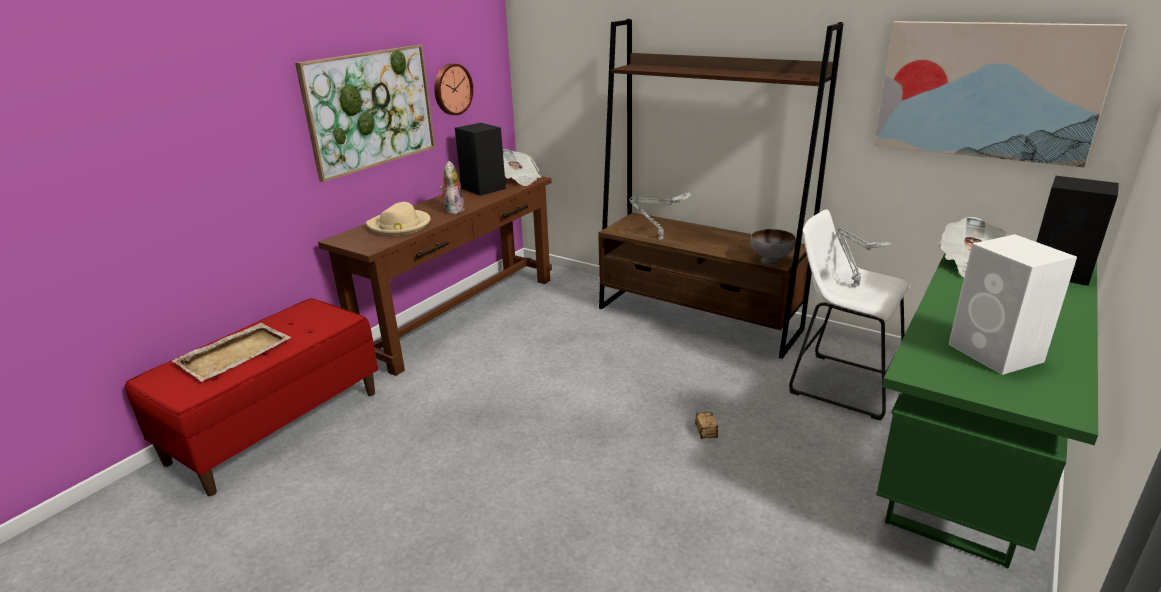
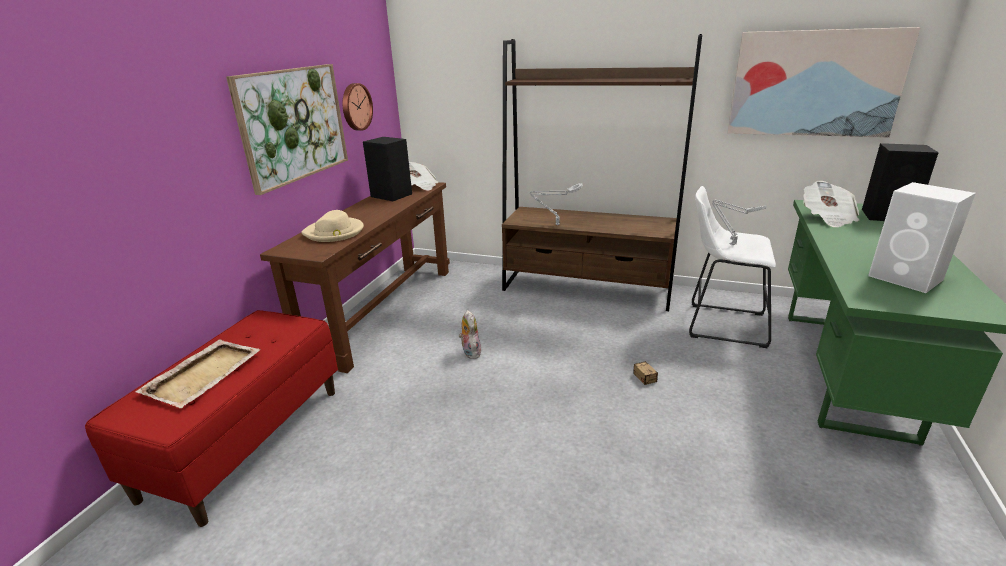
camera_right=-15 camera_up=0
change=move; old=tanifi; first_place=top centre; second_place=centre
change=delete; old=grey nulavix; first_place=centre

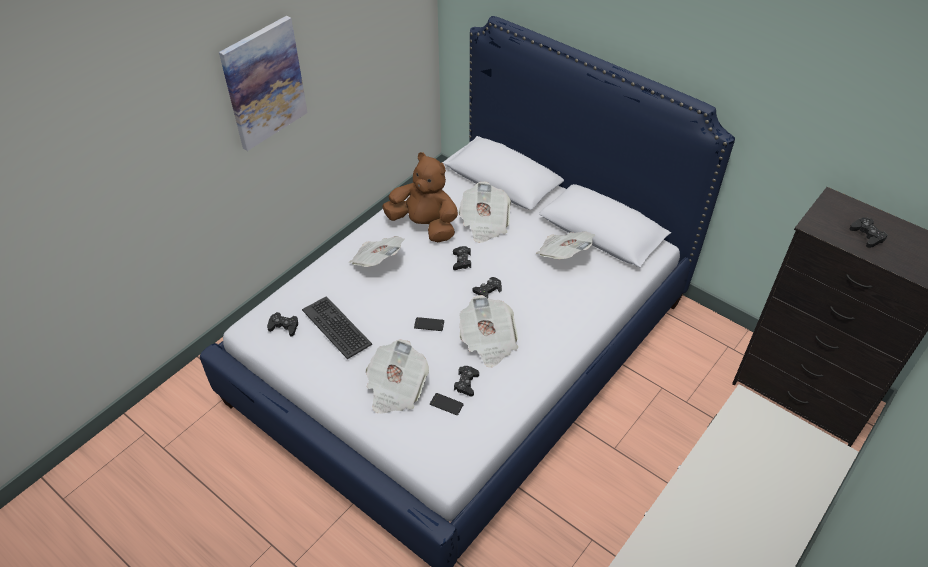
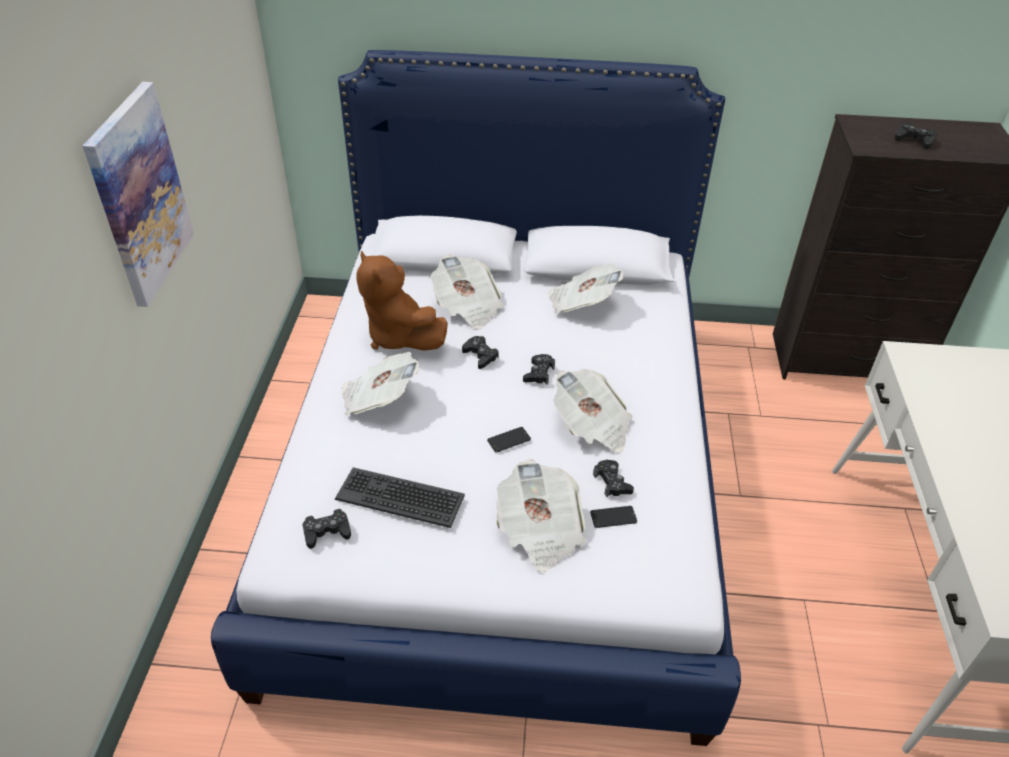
camera_right=-35 camera_up=-5
change=rotate; old=brown tanifi; first_place=centre; second_place=centre; degrees=-120

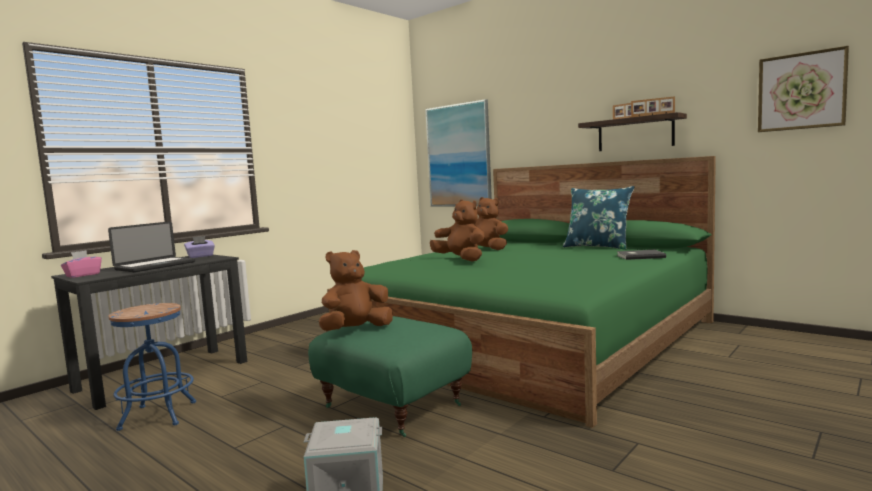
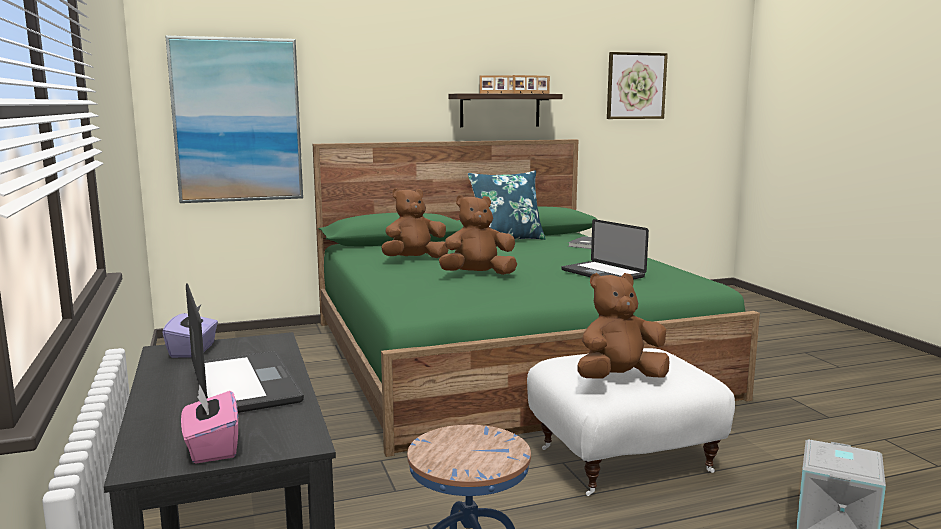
camera_right=-60 camera_up=5
change=rotate; old=brown tanifi (1st from left in the first image); first_place=centre; second_place=centre; degrees=75
change=recolor; old=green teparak; new=white teparak; first_place=bottom centre; second_place=bottom right
change=insert; new=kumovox (2nd from left); second_place=centre

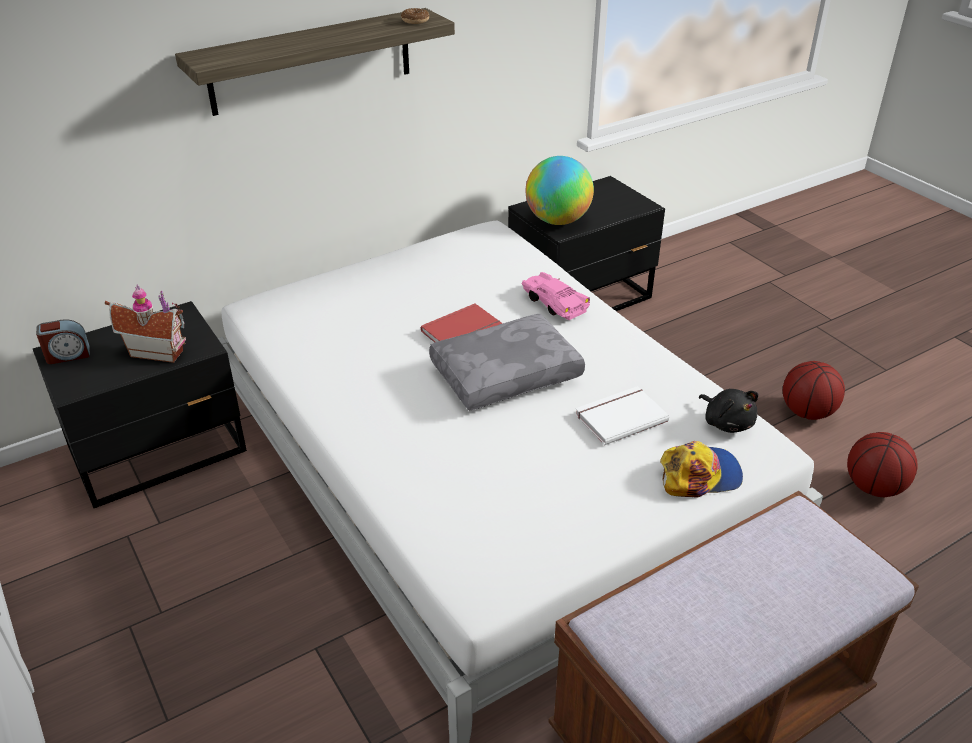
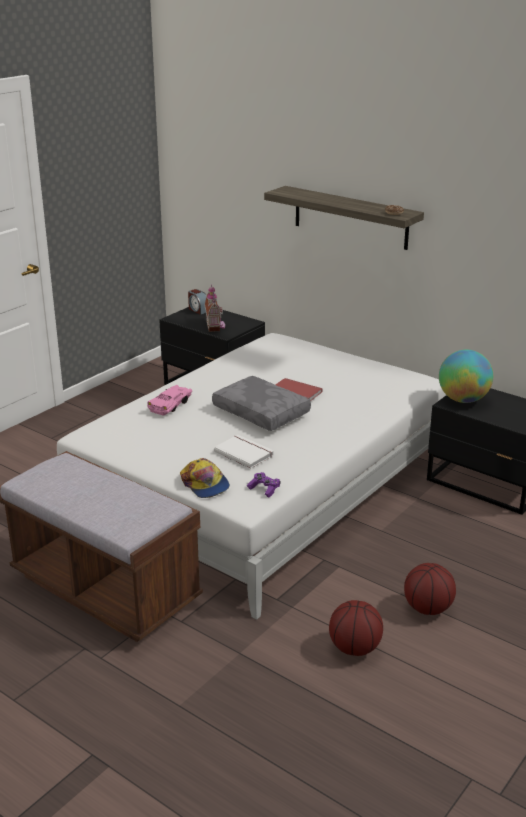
camera_right=70 camera_up=-10
change=move; old=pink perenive; first_place=centre; second_place=middle left
change=replace; old=black tanifi; new=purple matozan; first_place=middle right; second_place=centre

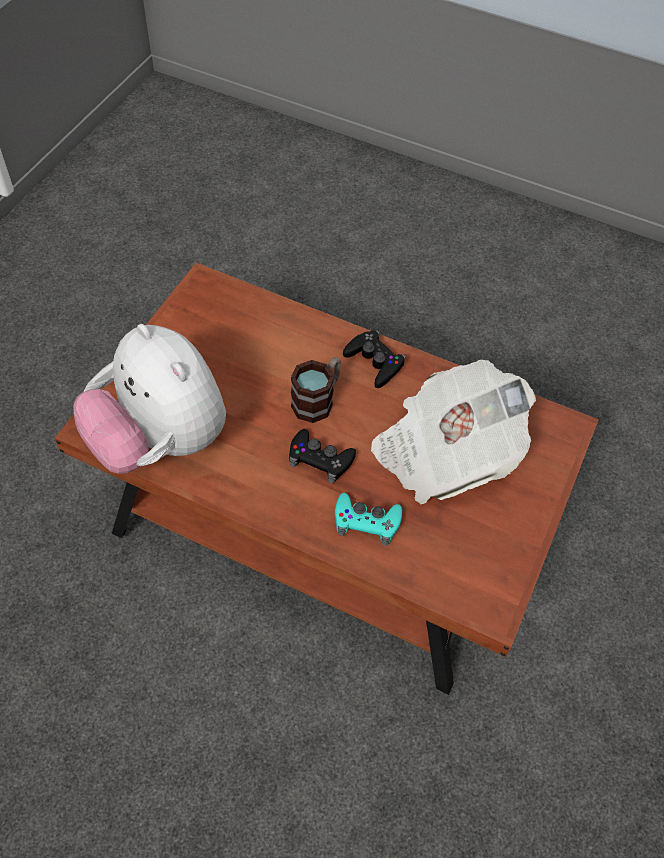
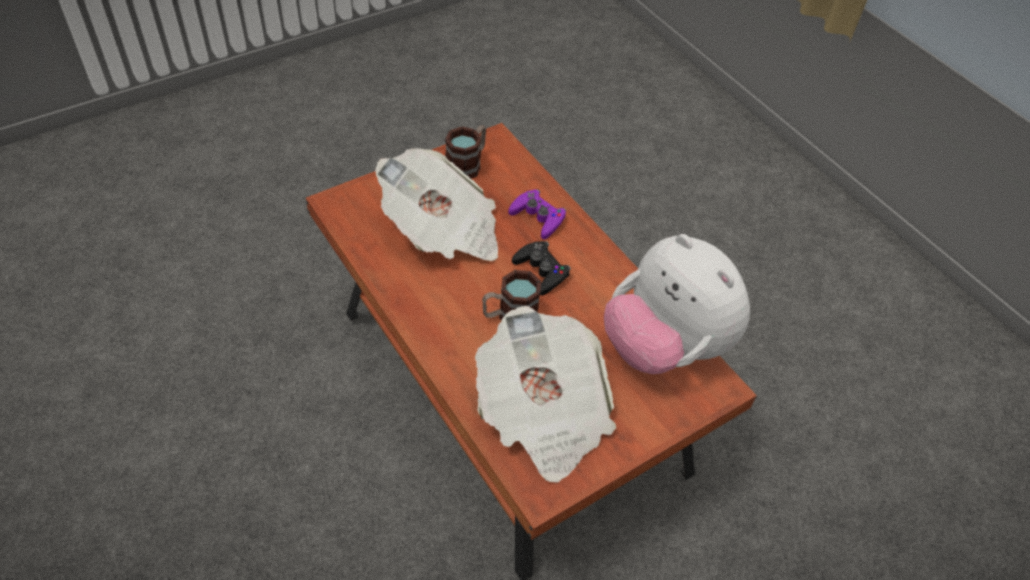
camera_right=-150 camera_up=-5
change=rotate; old=tanifi; first_place=middle left; second_place=centre; degrees=150
change=delete; old=black matozan (2nd from left); first_place=centre
change=recolor; old=turquoise matozan; new=purple matozan; first_place=centre; second_place=centre
change=insert; new=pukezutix (1st from left); second_place=top centre
change=insert; new=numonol (2nd from left); second_place=bottom centre

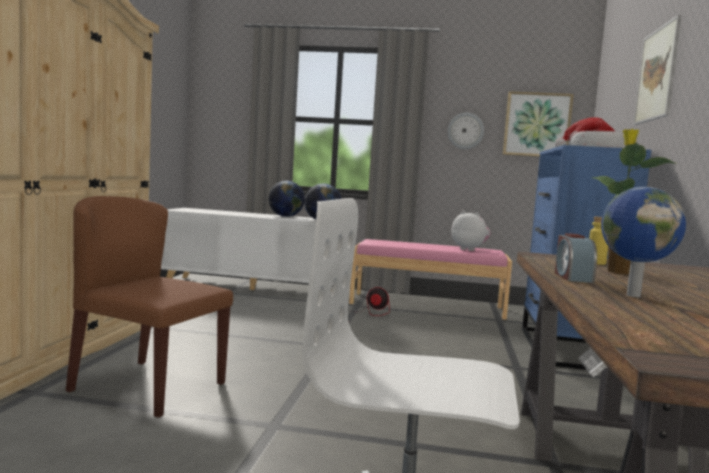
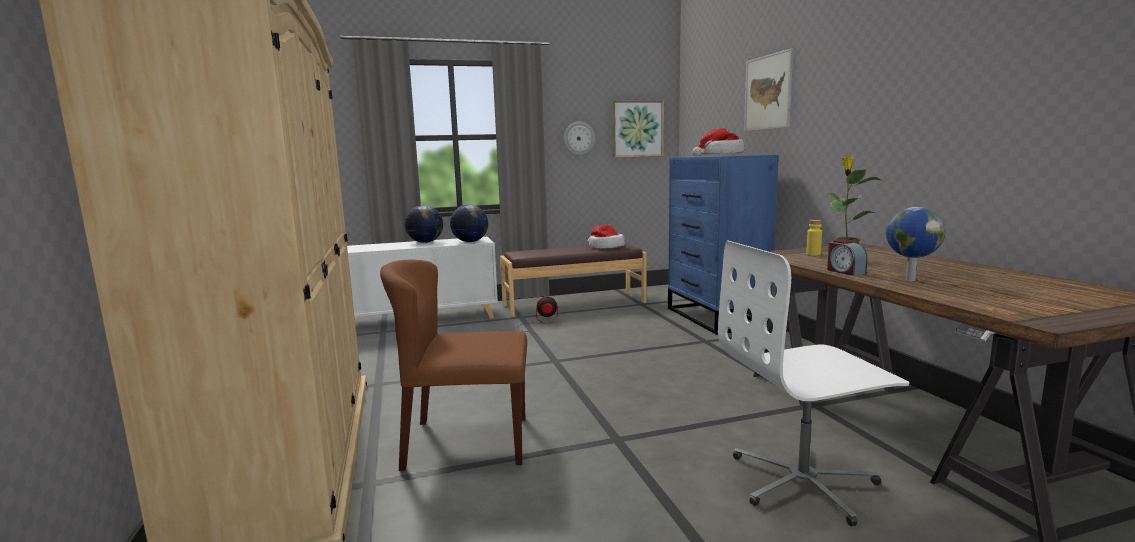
camera_right=-25 camera_up=5
change=replace; old=tanifi; new=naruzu (1st from left); first_place=centre; second_place=centre
change=recolor; old=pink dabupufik; new=brown dabupufik; first_place=centre; second_place=centre

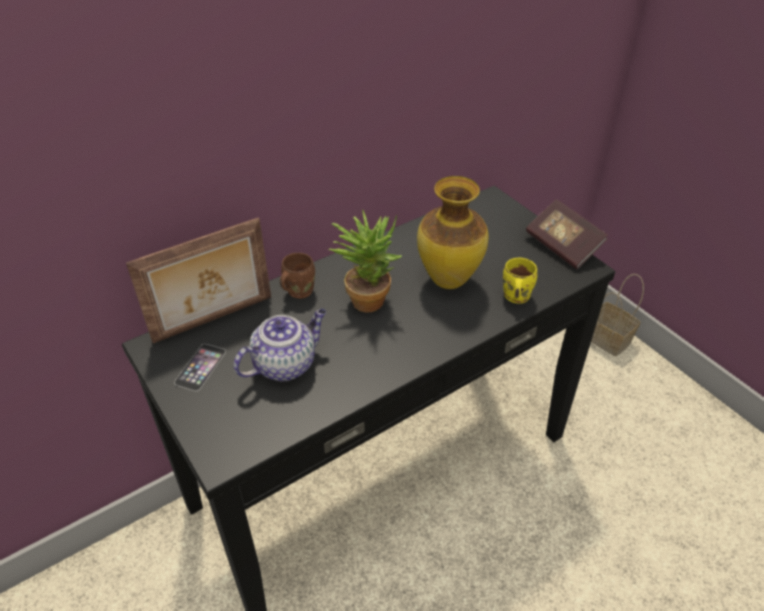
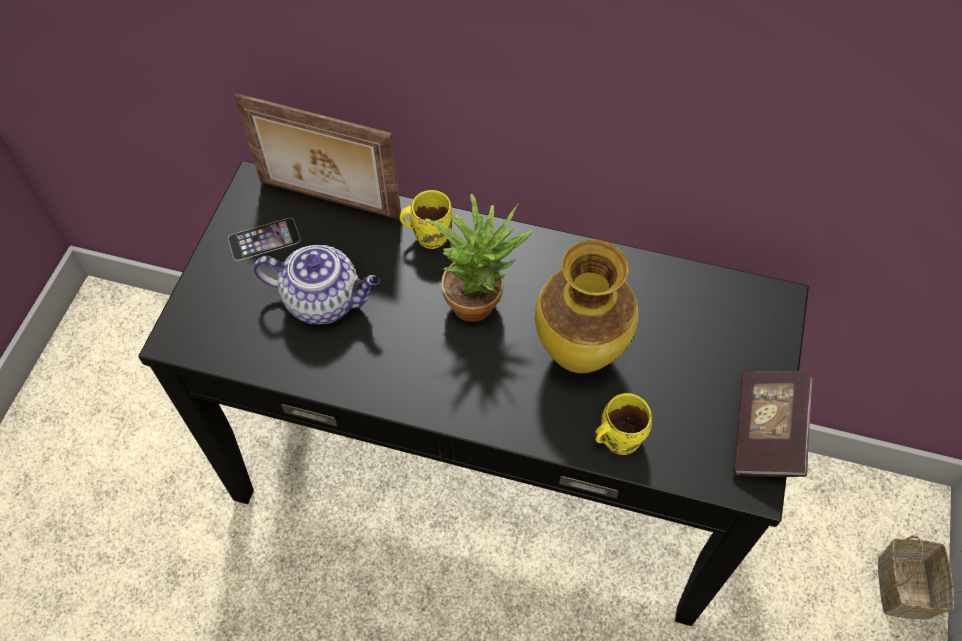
camera_right=50 camera_up=15
change=recolor; old=brown pukezutix; new=yellow pukezutix (1st from left); first_place=centre; second_place=centre

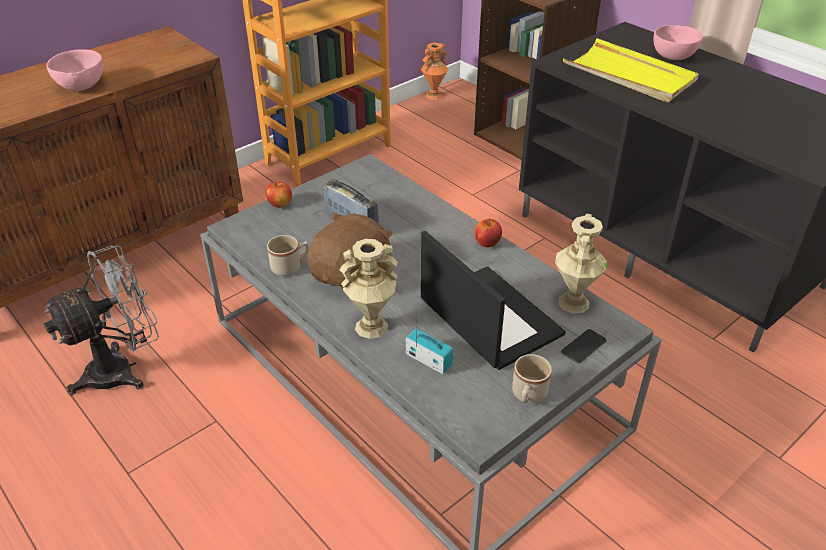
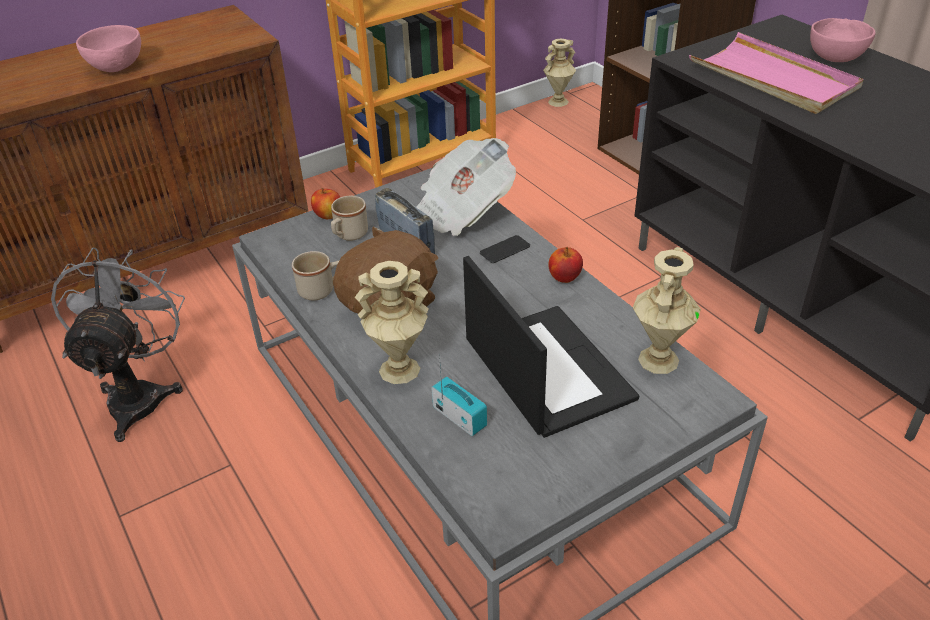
camera_right=10 camera_up=0
change=recolor; old=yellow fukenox; new=pink fukenox; first_place=top right; second_place=top right
change=recolor; old=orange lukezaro; new=beige lukezaro (2nd from left); first_place=top centre; second_place=top centre
change=rotate; old=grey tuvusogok; first_place=middle left; second_place=middle left; degrees=-60
change=move; old=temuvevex; first_place=middle right; second_place=centre
change=move; old=beige pukezutix (2nd from left); first_place=bottom centre; second_place=centre
change=insert; new=numonol; second_place=top centre

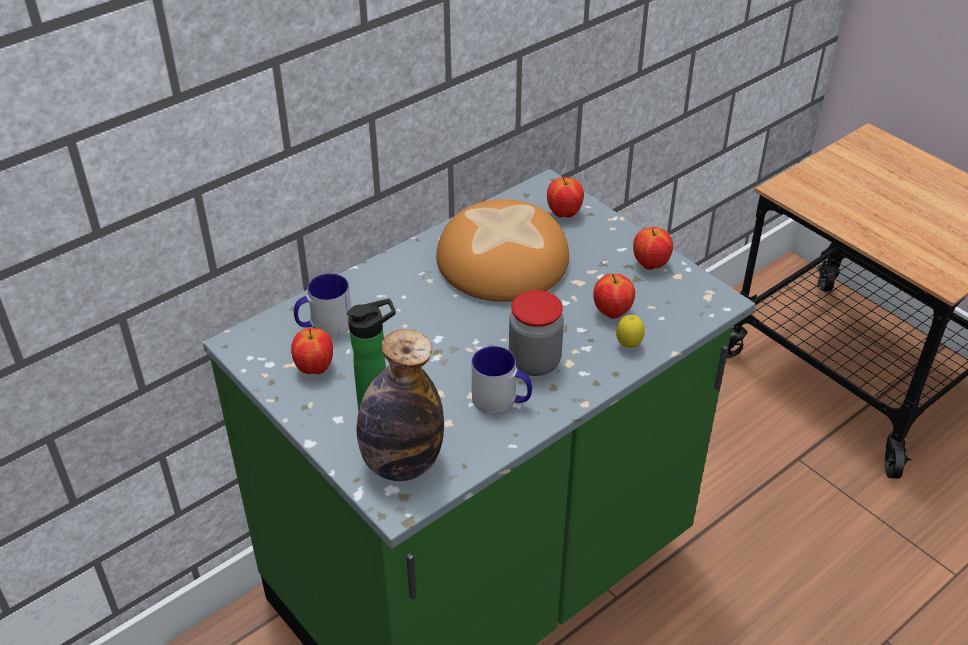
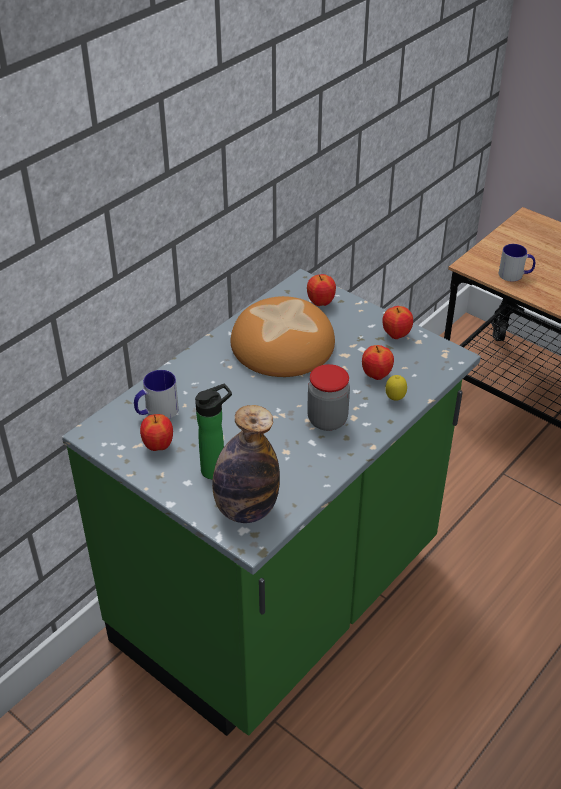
camera_right=-10 camera_up=0
change=move; old=pukezutix (2nd from left); first_place=centre; second_place=middle right

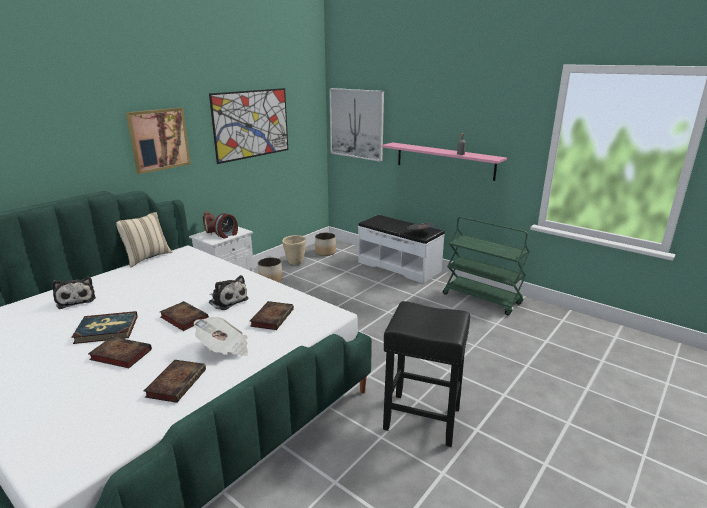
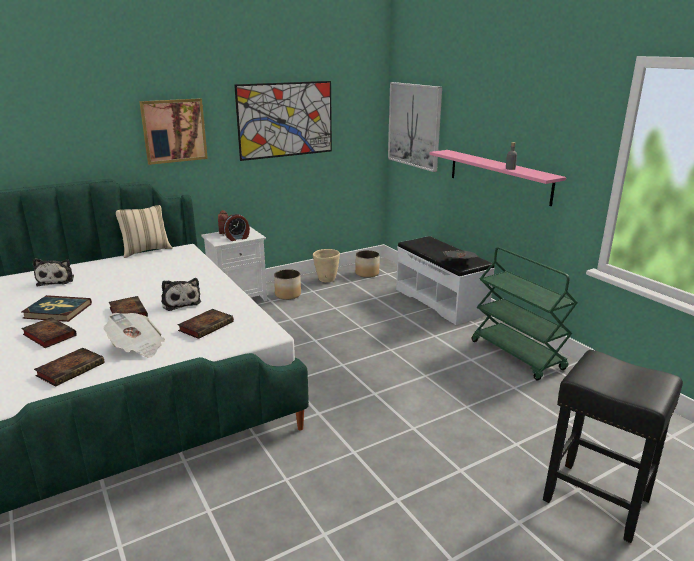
camera_right=20 camera_up=0
change=move; old=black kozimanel; first_place=bottom centre; second_place=bottom right

